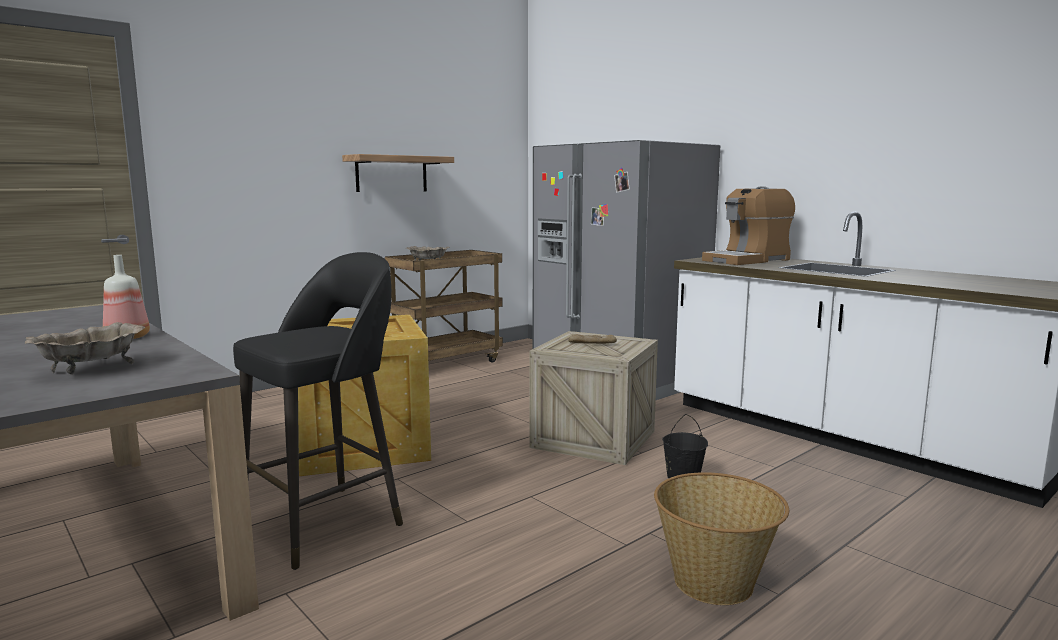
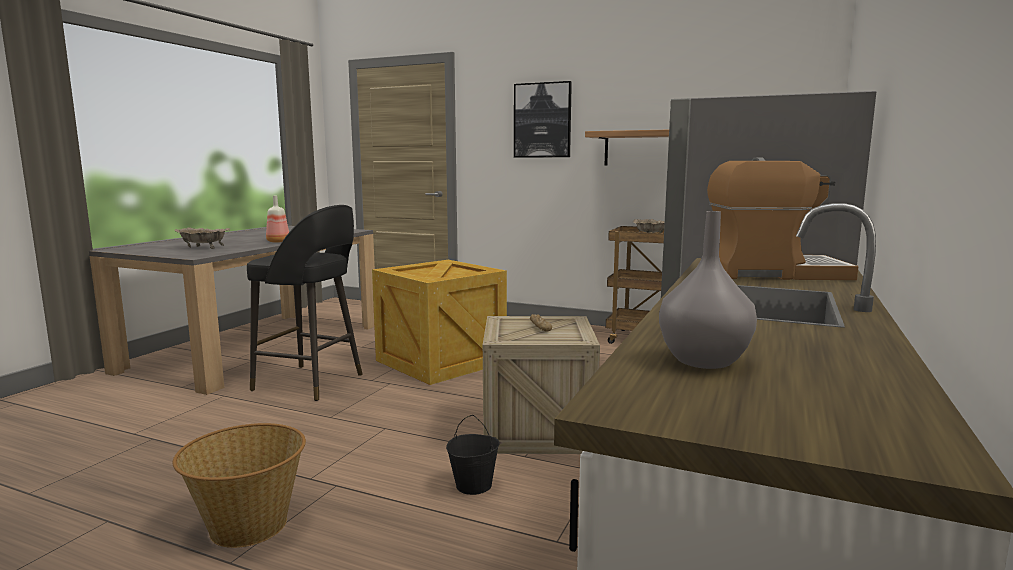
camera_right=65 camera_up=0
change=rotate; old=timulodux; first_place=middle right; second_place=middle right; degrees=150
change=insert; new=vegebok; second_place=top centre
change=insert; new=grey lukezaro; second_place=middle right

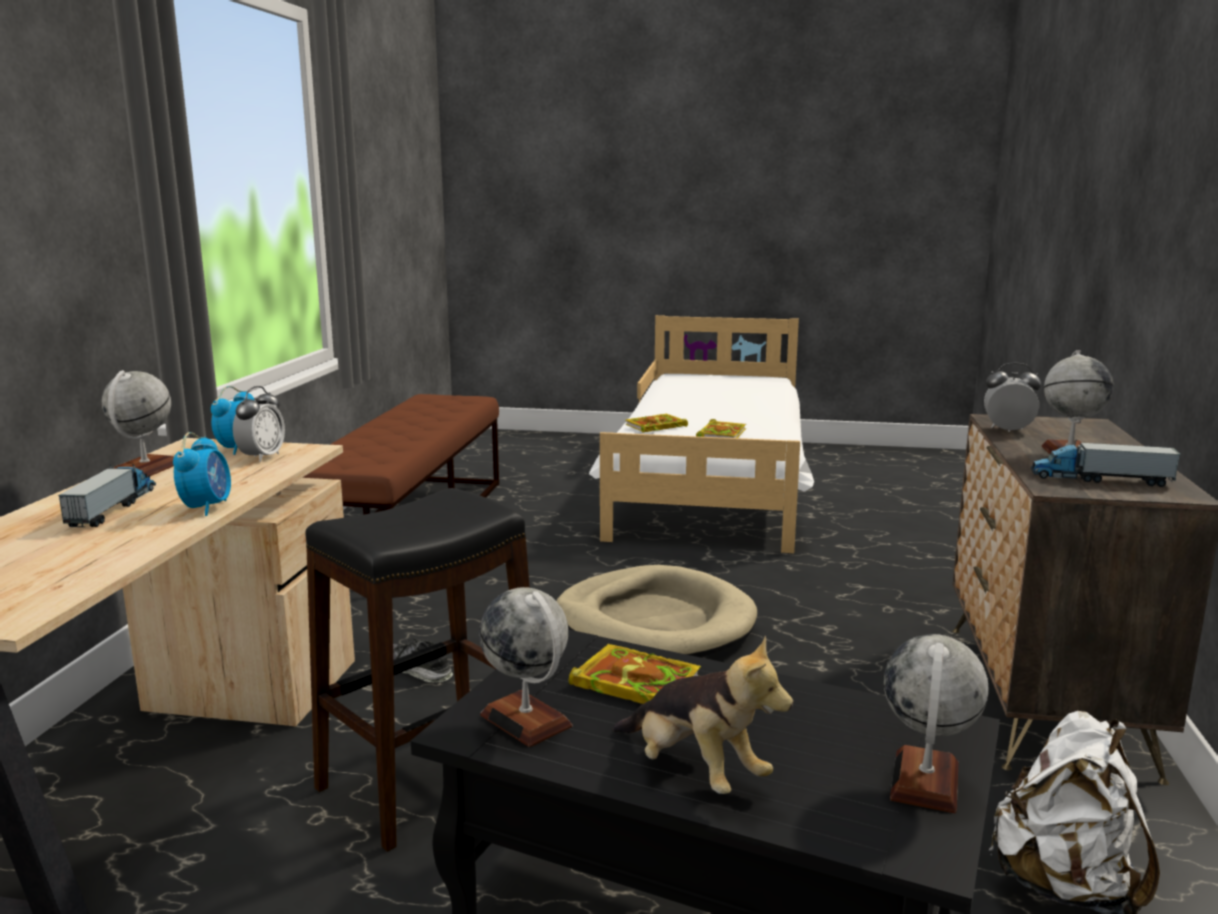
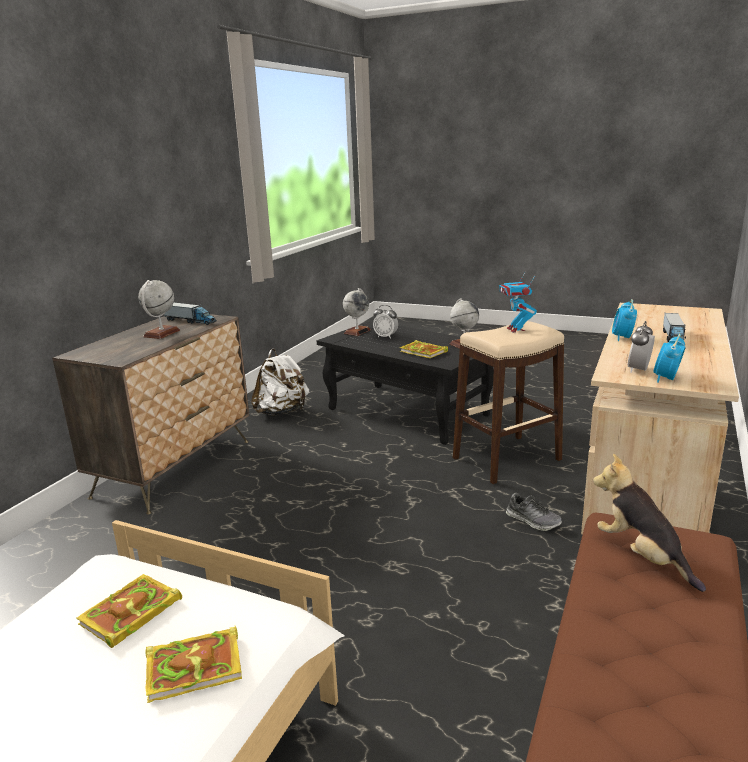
camera_right=-165 camera_up=5
change=move; old=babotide (4th from left in the first image); new=babotide (1st from left); first_place=middle right; second_place=centre
change=delete; old=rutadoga (1st from left); first_place=middle left
change=recolor; old=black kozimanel; new=beige kozimanel; first_place=bottom centre; second_place=middle right
change=delete; old=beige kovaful; first_place=bottom centre
change=move; old=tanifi; first_place=bottom centre; second_place=bottom right
change=insert; new=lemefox; second_place=middle right

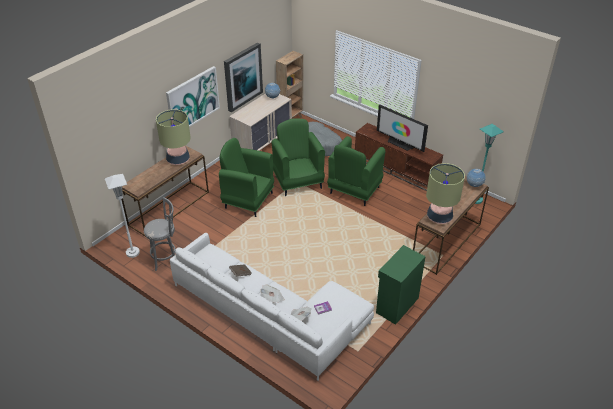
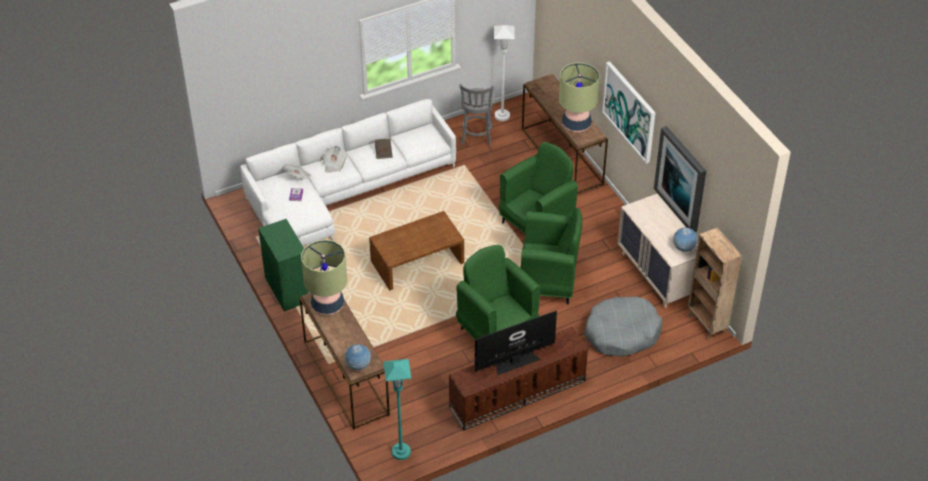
camera_right=115 camera_up=5
change=insert; new=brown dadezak; second_place=centre

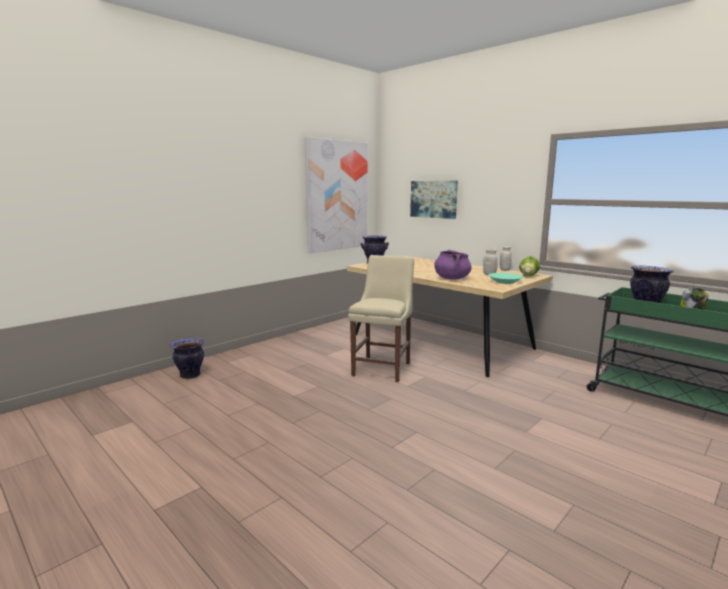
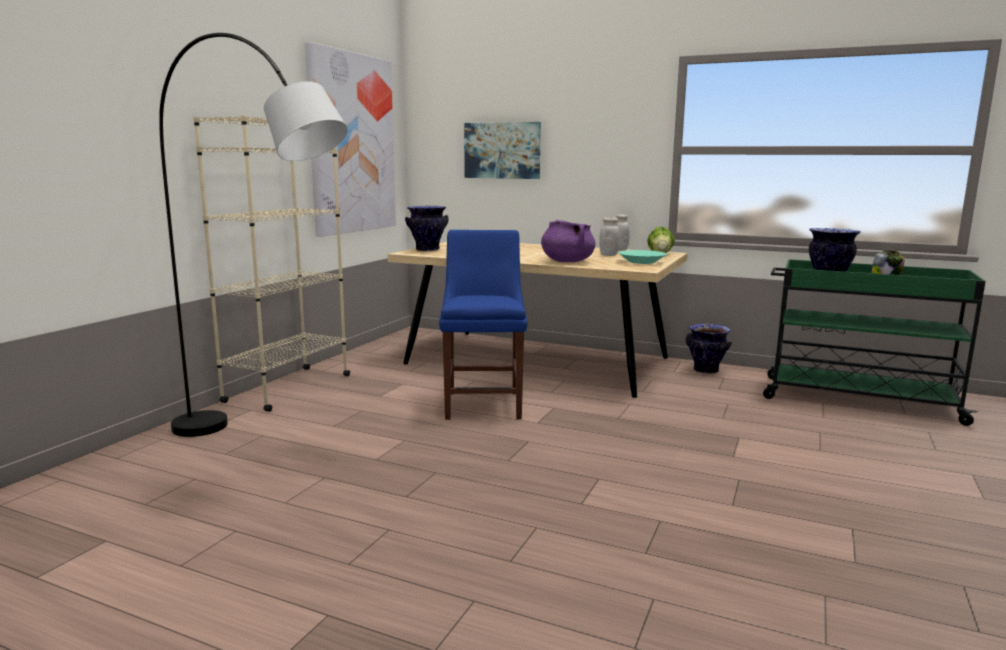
camera_right=-20 camera_up=0
change=recolor; old=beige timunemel; new=blue timunemel; first_place=centre; second_place=centre
change=move; old=lukezaro (1st from left in the first image); new=lukezaro (2nd from left); first_place=middle left; second_place=middle right
change=insert; new=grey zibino; second_place=middle left
change=insert; new=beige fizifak; second_place=middle left

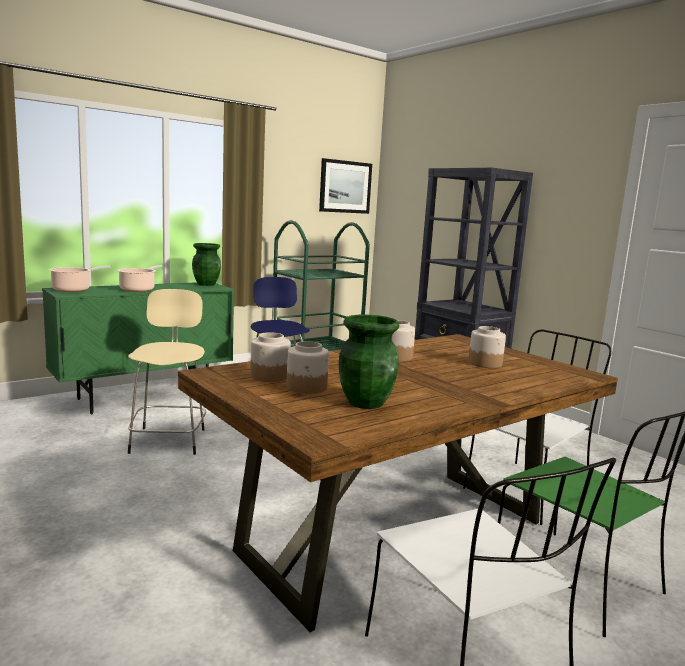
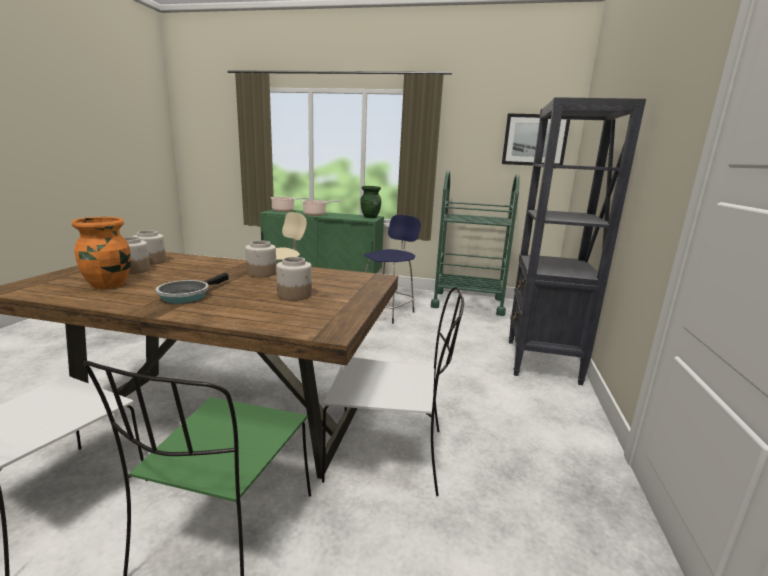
camera_right=50 camera_up=5
change=recolor; old=green lukezaro (2nd from left); new=orange lukezaro; first_place=centre; second_place=middle left
change=insert; new=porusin; second_place=middle left

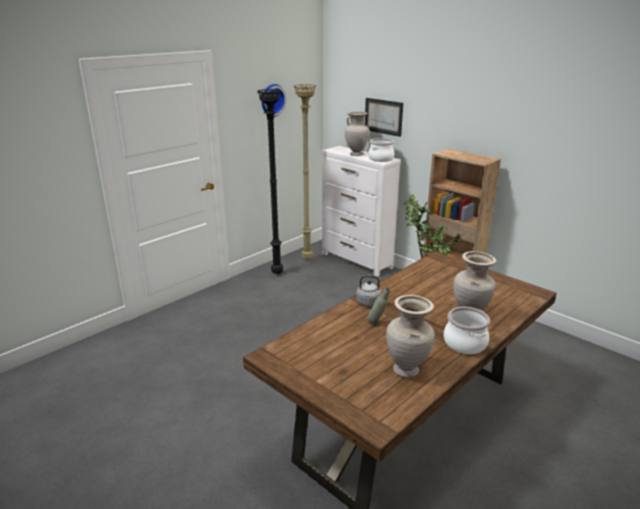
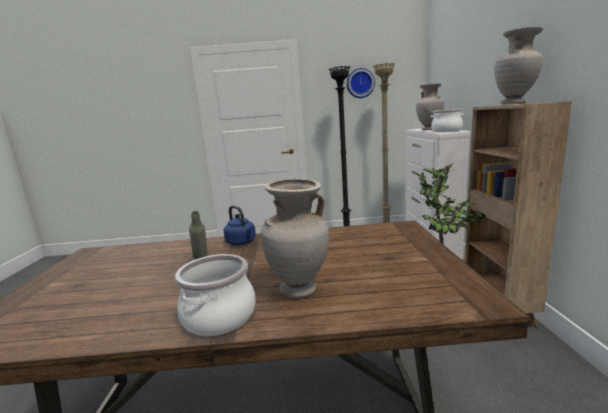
camera_right=45 camera_up=-10
change=delete; old=vegebok; first_place=top centre
change=recolor; old=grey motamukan; new=blue motamukan; first_place=centre; second_place=centre
change=move; old=beige lukezaro (2nd from left in the first image); new=beige lukezaro (3rd from left); first_place=centre; second_place=top right

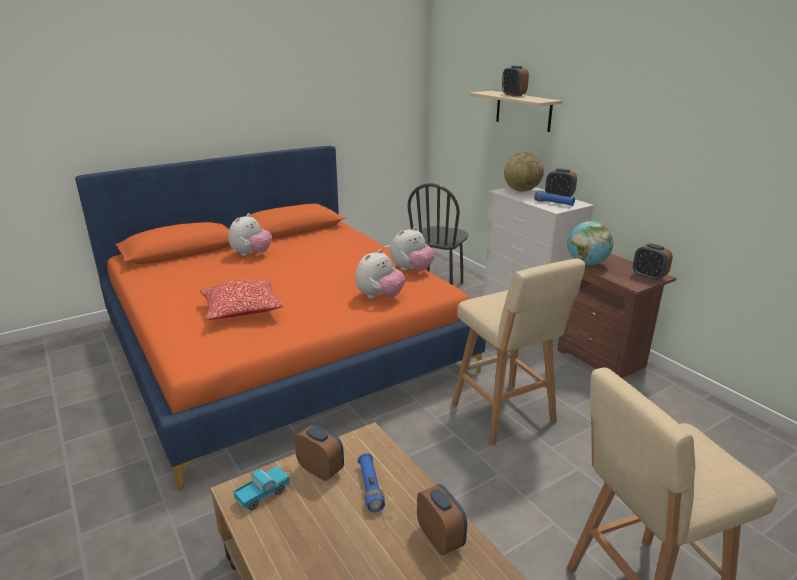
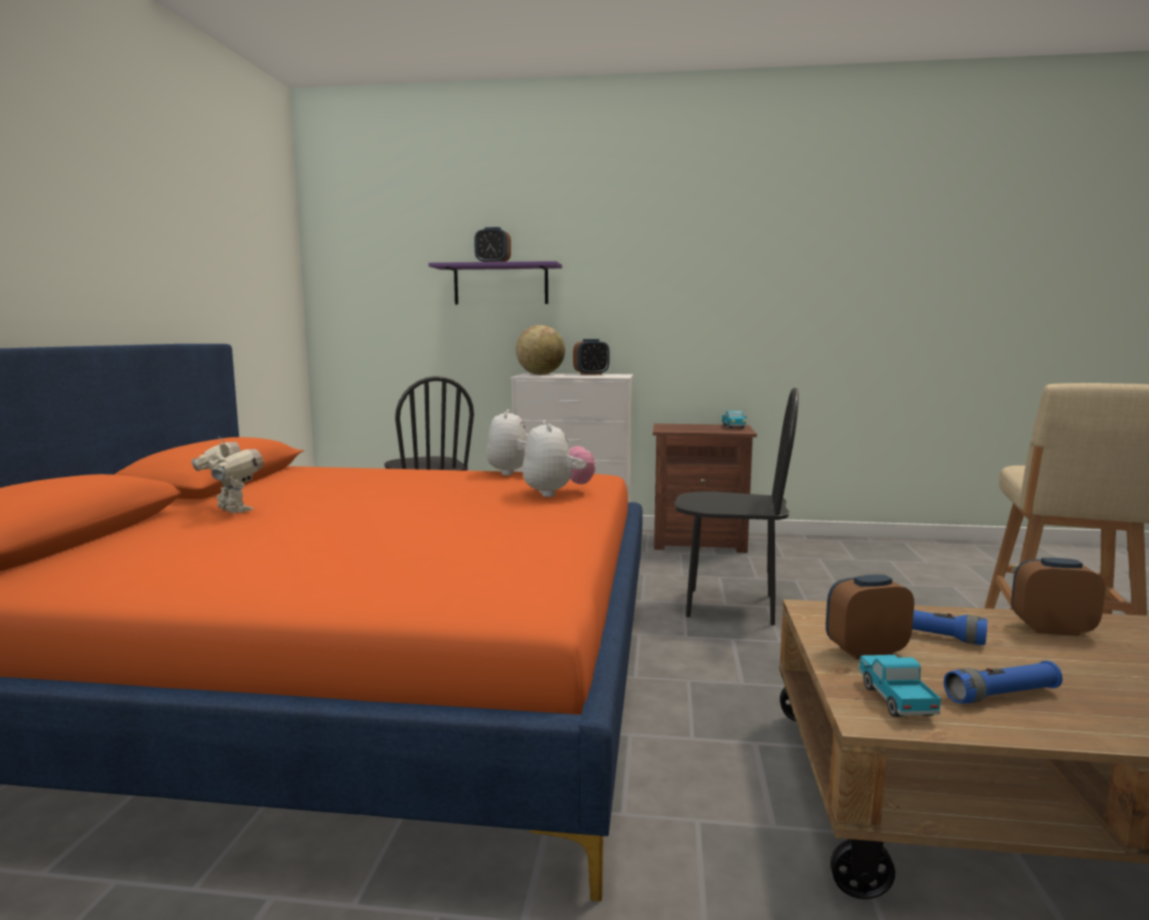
camera_right=-50 camera_up=-15
change=recolor; old=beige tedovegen; new=purple tedovegen; first_place=top centre; second_place=top centre
change=move; old=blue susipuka (2nd from left); first_place=middle right; second_place=bottom right
change=replace; old=tanifi (1st from left); new=lemefox; first_place=middle left; second_place=middle left
change=delete; old=rutadoga (2nd from left); first_place=middle right
change=replace; old=babotide (5th from left); new=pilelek (1st from left); first_place=middle right; second_place=centre
change=replace; old=beige kozimanel (1st from left); new=black timunemel (2nd from left); first_place=centre; second_place=centre
change=delete; old=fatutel; first_place=middle left

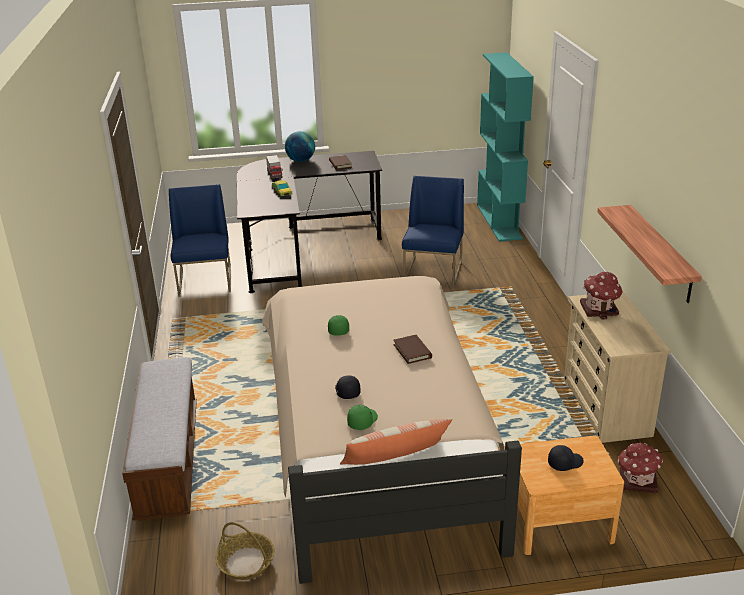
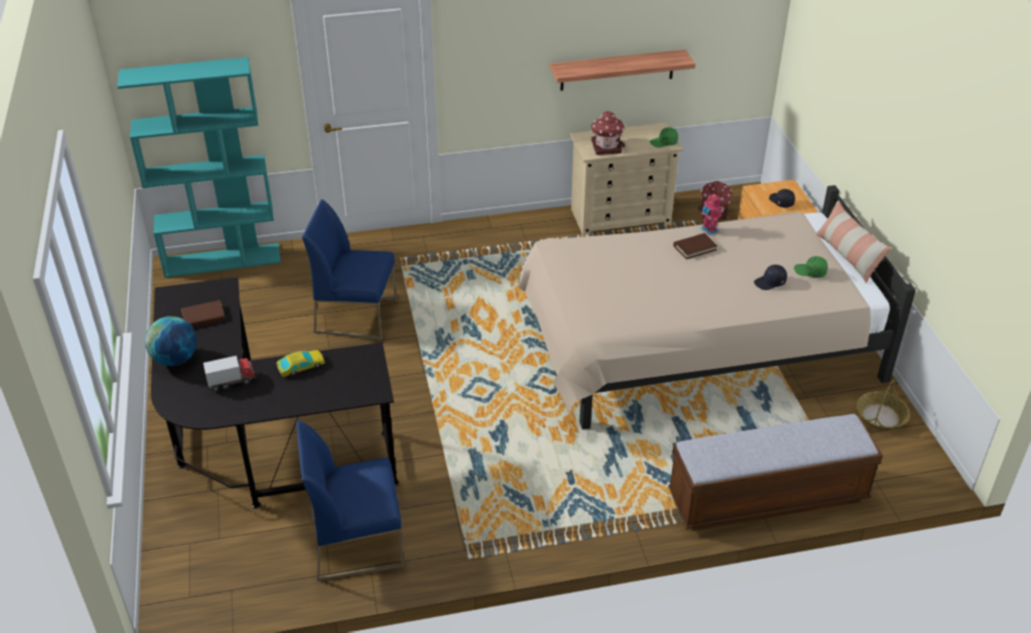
camera_right=-95 camera_up=10
change=move; old=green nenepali (1st from left); first_place=centre; second_place=top centre
change=insert; new=lemefox; second_place=middle right

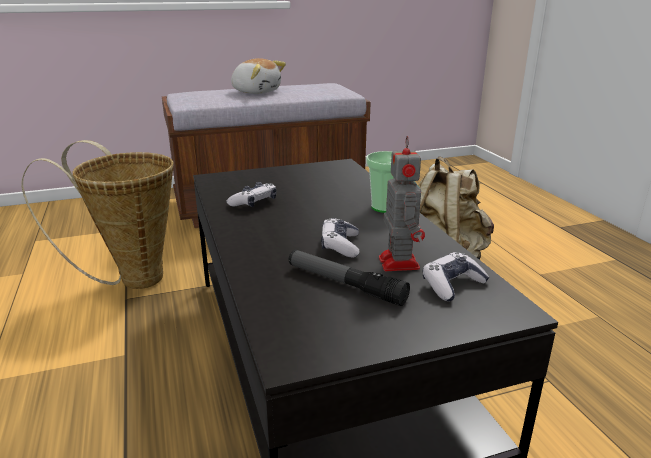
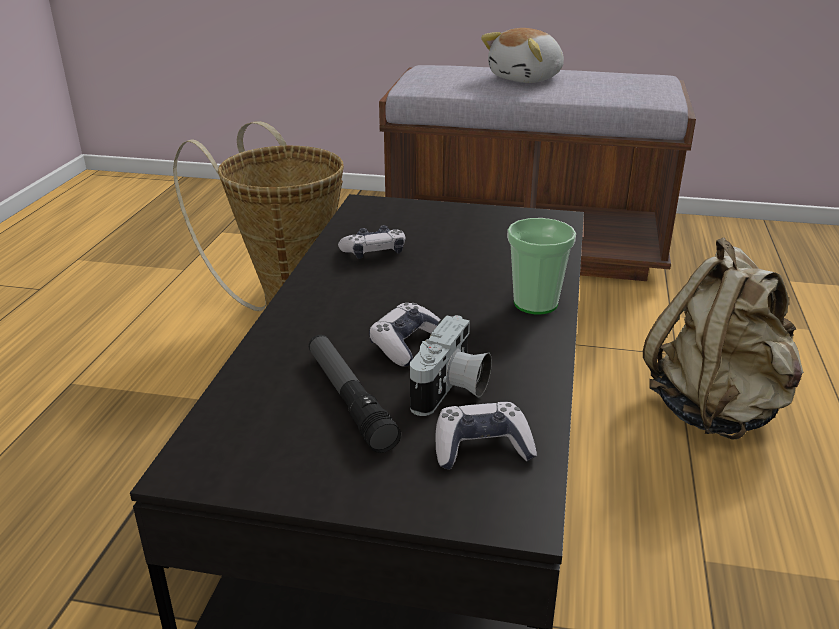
camera_right=30 camera_up=5
change=rotate; old=tanifi; first_place=top centre; second_place=top centre; degrees=75
change=replace; old=lemefox; new=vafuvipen; first_place=centre; second_place=centre

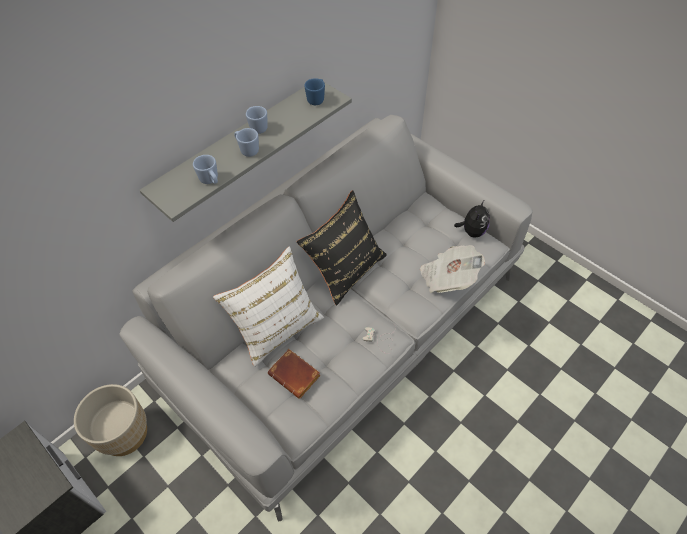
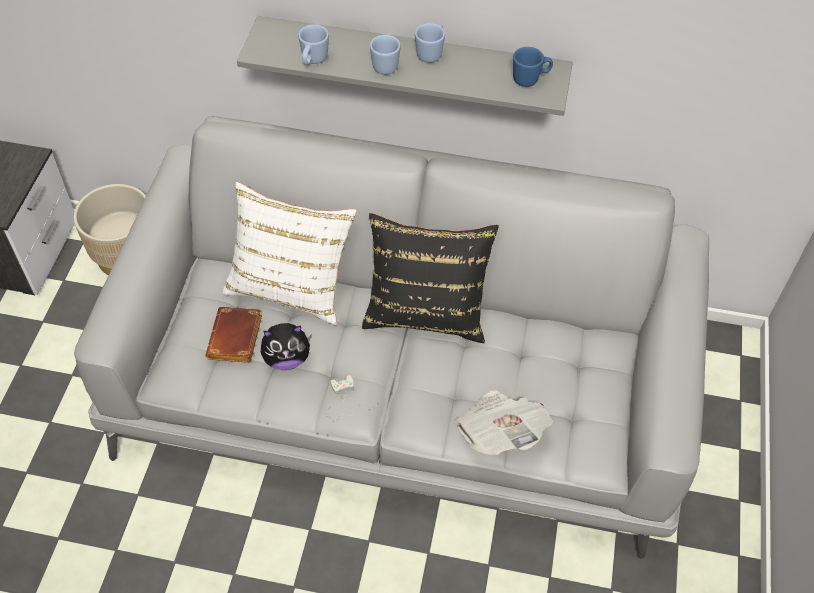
camera_right=55 camera_up=0
change=move; old=tanifi; first_place=middle right; second_place=centre

